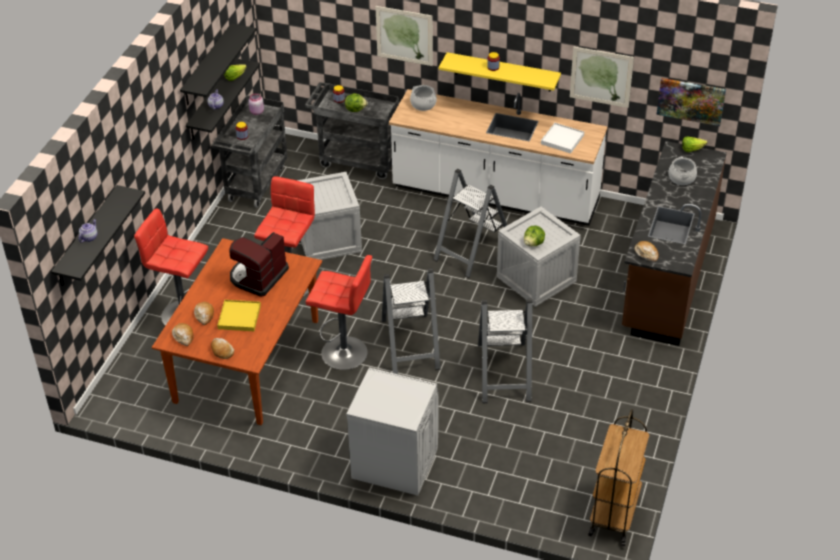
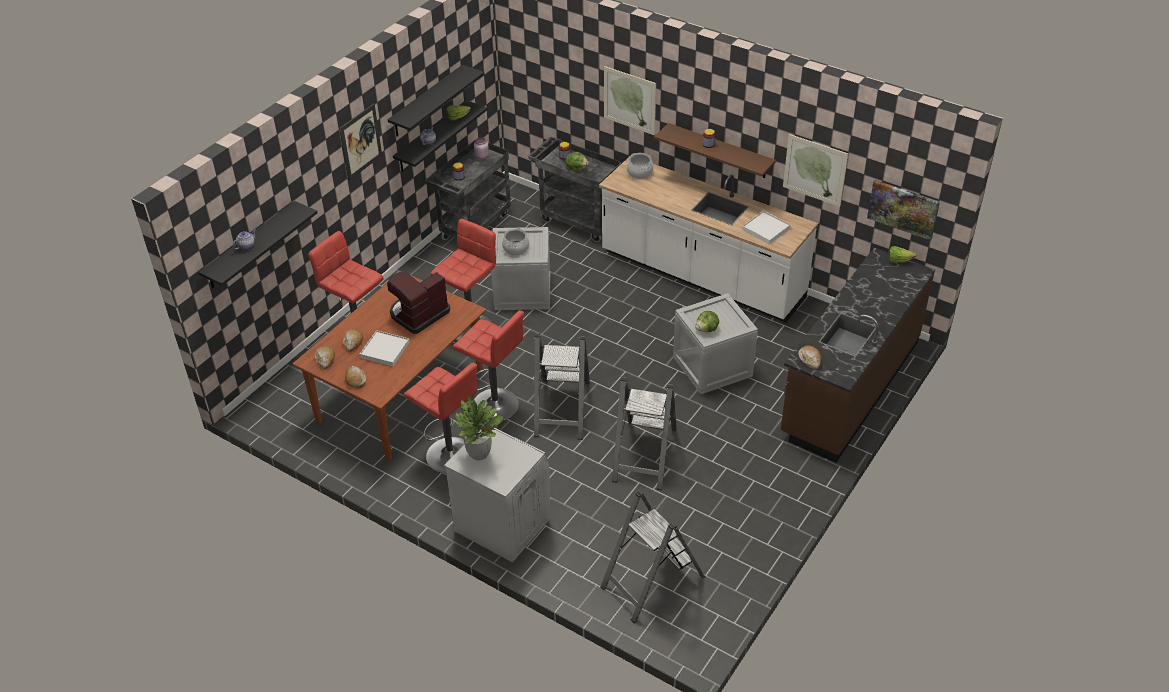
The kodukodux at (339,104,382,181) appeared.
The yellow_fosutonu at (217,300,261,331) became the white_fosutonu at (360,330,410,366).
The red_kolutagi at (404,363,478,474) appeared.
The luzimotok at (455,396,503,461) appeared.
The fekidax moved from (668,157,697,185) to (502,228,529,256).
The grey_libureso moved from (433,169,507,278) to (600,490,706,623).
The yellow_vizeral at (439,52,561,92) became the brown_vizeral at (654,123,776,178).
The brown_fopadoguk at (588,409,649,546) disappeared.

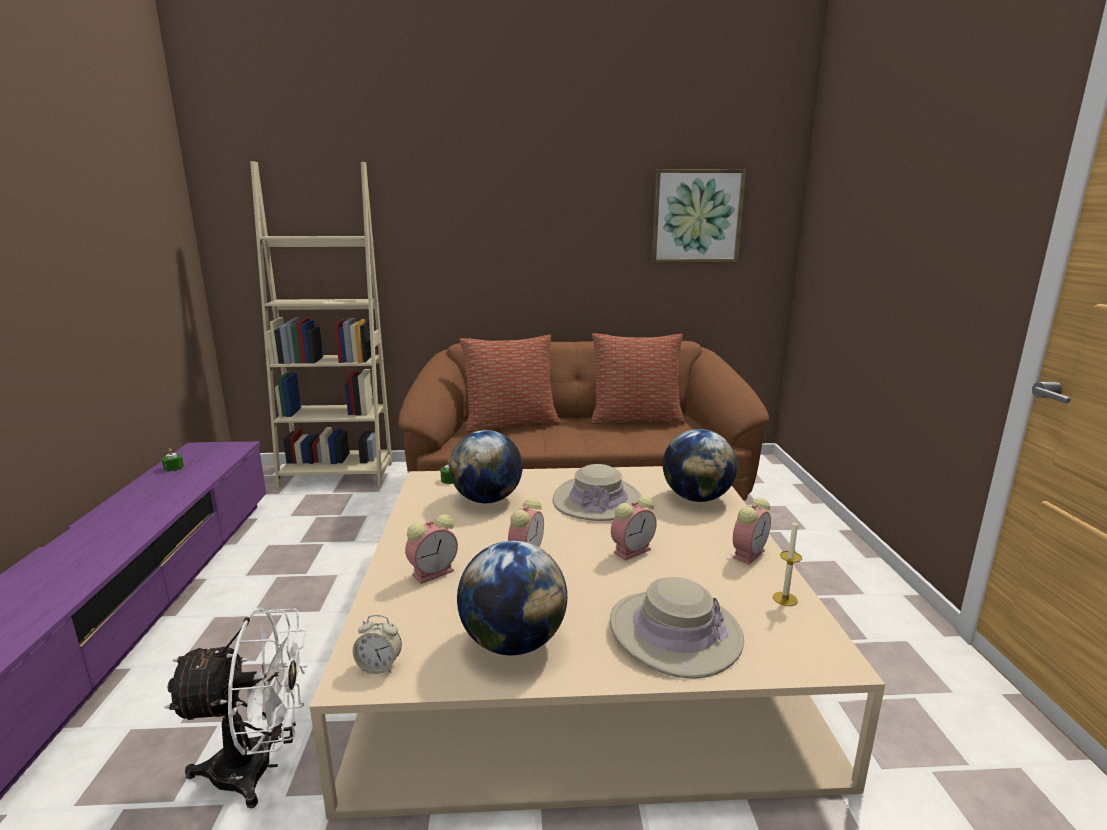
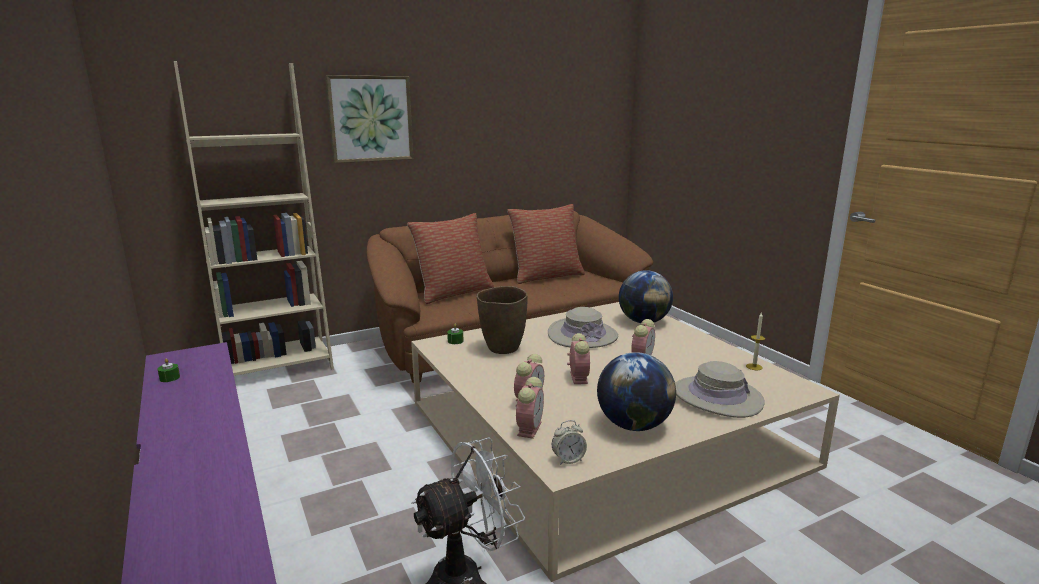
The kodukodux moved from (651,169,746,263) to (325,75,414,163).
The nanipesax at (449,430,523,503) was replaced by the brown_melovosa at (477,286,528,354).
The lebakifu moved from (733,498,771,565) to (516,377,544,439).

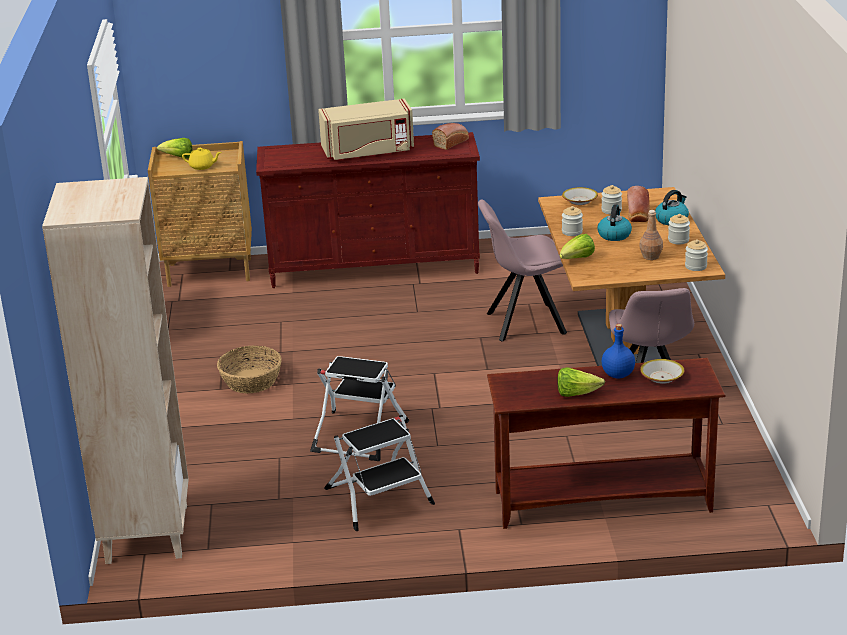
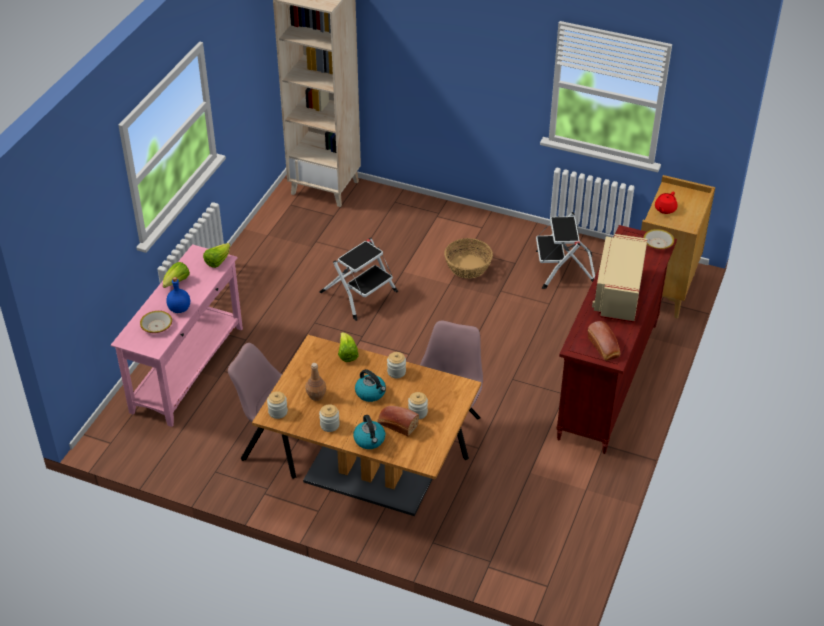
The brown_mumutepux at (487,358,725,529) became the pink_mumutepux at (111,244,243,427).
The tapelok moved from (157,138,193,159) to (203,243,230,268).
The libureso moved from (324,415,435,531) to (536,212,595,289).
The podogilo moved from (562,187,598,205) to (643,229,674,249).
The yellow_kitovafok at (182,148,221,170) became the red_kitovafok at (655,192,678,214).

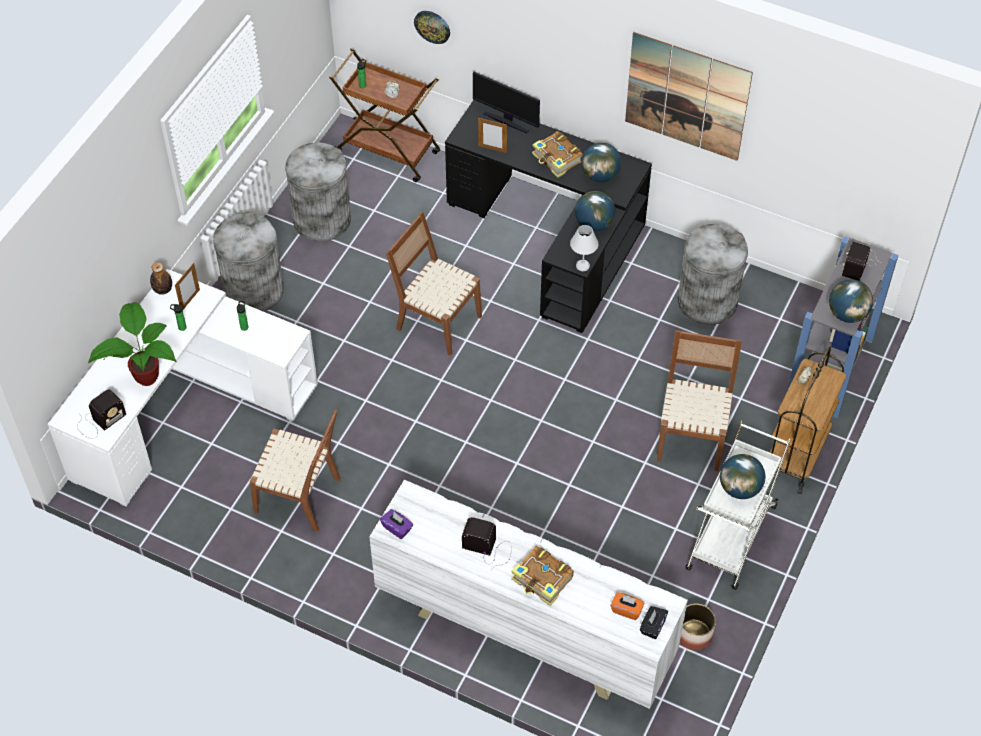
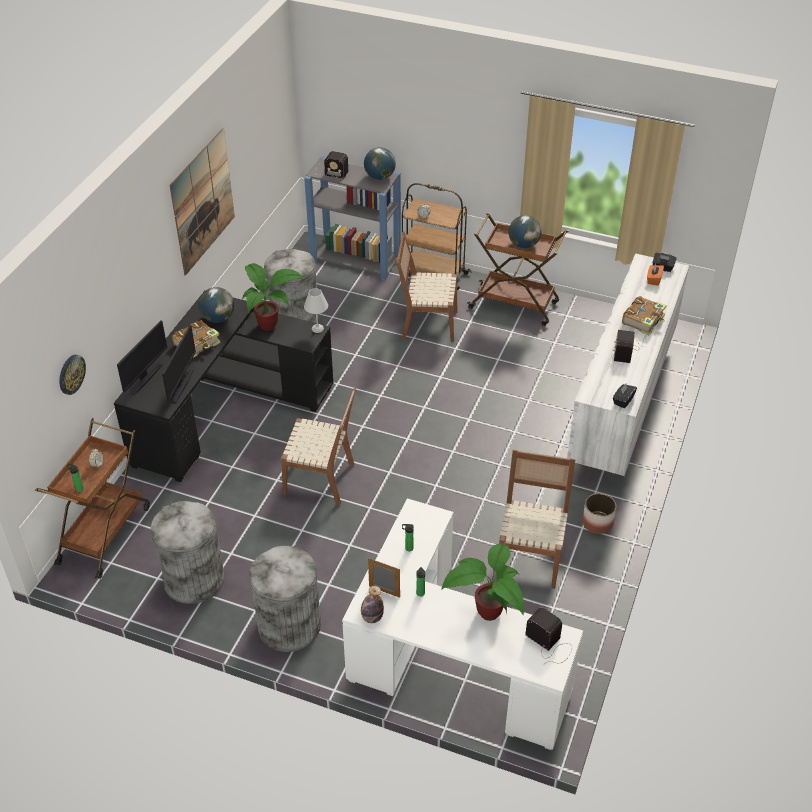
The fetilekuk at (478,118,507,153) was replaced by the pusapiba at (162,325,196,403).
The nanipesax at (575,191,615,232) was replaced by the luzimotok at (242,263,304,331).
The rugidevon at (386,212,482,356) turned 105 degrees counterclockwise.
The white_fopadoguk at (685,420,791,590) became the brown_fopadoguk at (466,213,569,326).
The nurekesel moved from (680,604,716,650) to (582,493,616,534).
The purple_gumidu at (380,509,413,539) became the black_gumidu at (613,384,637,408).

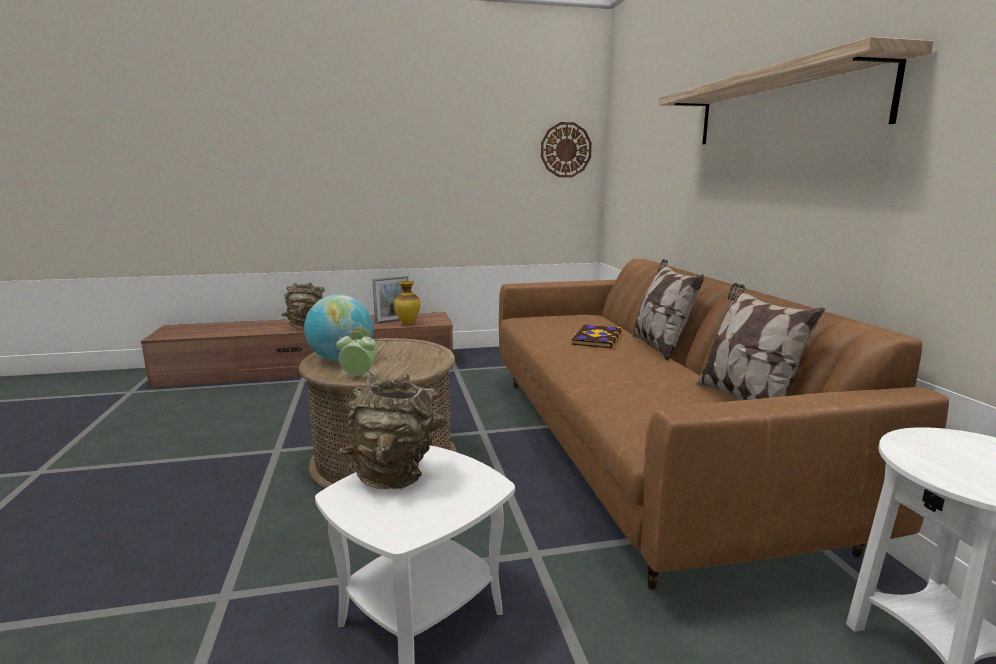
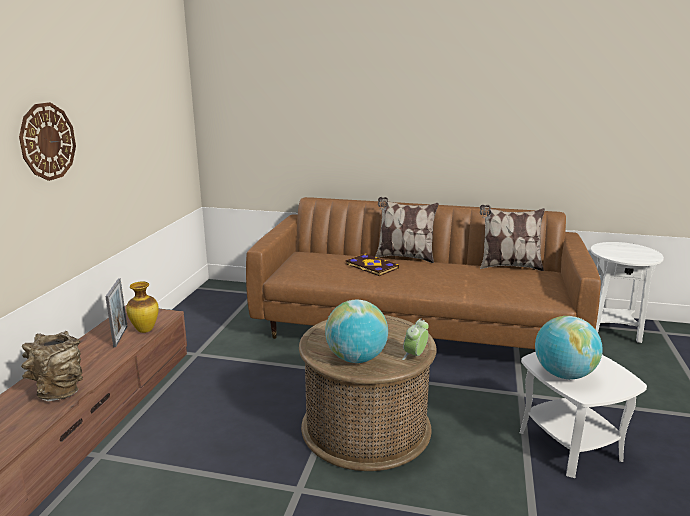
The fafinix moved from (541,122,592,177) to (19,102,76,181).
The brown_melovosa at (339,374,447,490) was replaced by the nanipesax at (535,316,602,379).
The vizeral at (658,37,934,144) disappeared.

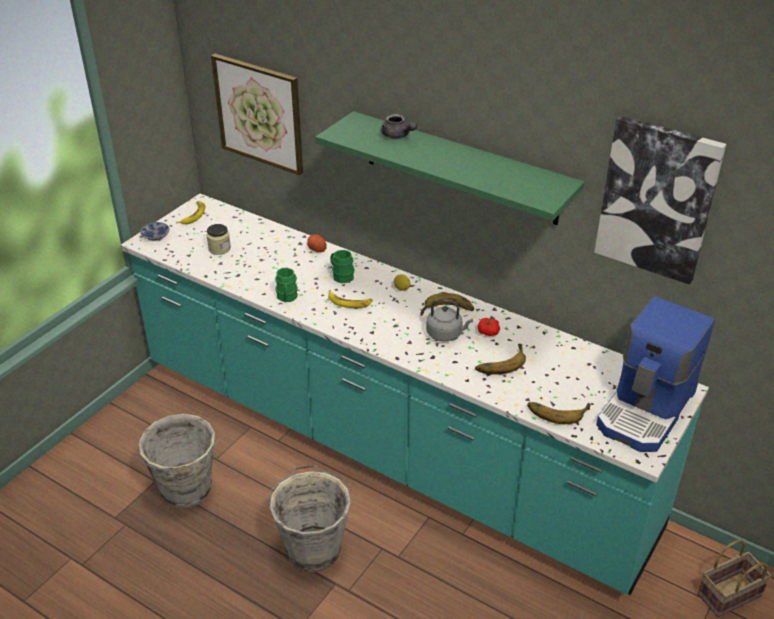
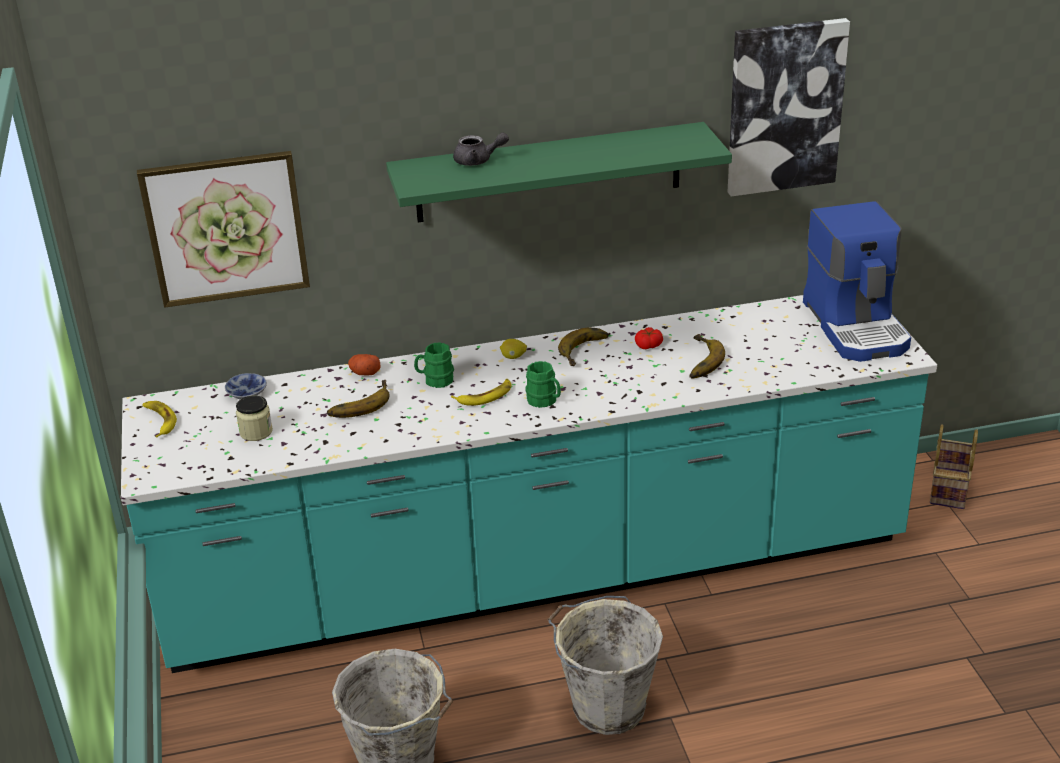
The podogilo moved from (140,222,170,241) to (225,373,267,400).
The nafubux moved from (527,402,591,424) to (327,380,390,418).
The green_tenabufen moved from (275,268,298,302) to (525,361,561,408).
The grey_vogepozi at (426,299,473,342) disappeared.

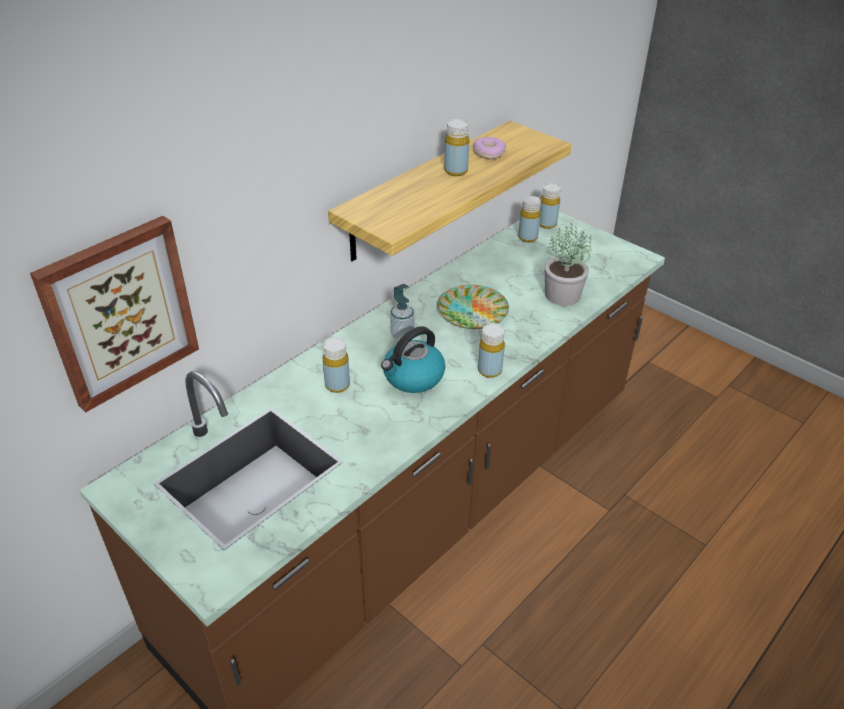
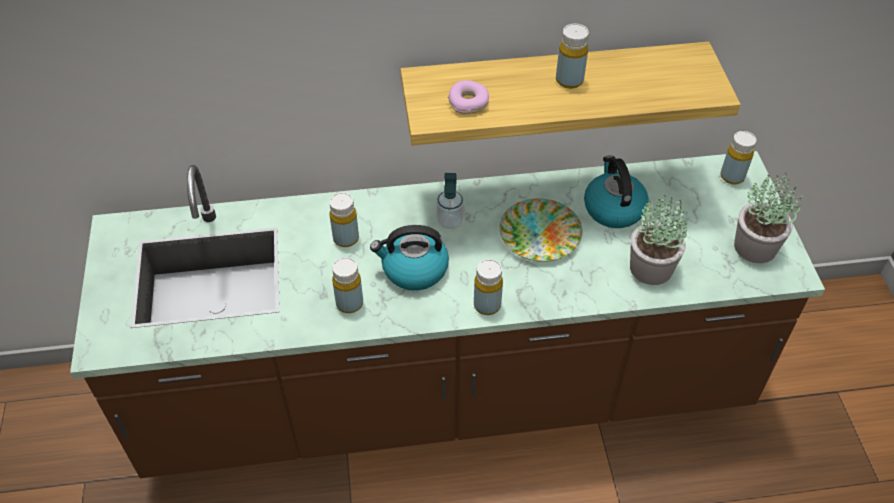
The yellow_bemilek moved from (518,196,541,242) to (332,257,363,313).
The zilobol moved from (473,137,506,159) to (448,80,489,114).
The vogepozi at (584,156,649,228) appeared.
The luzimotok at (734,173,802,263) appeared.
The kodukodux at (30,216,199,412) disappeared.

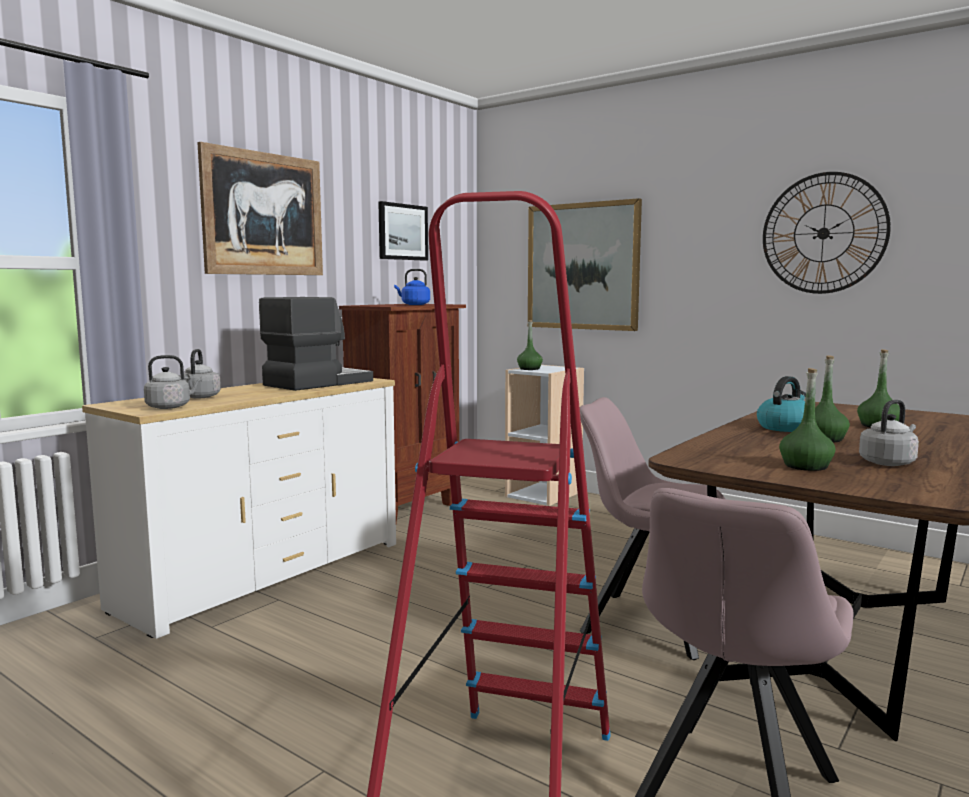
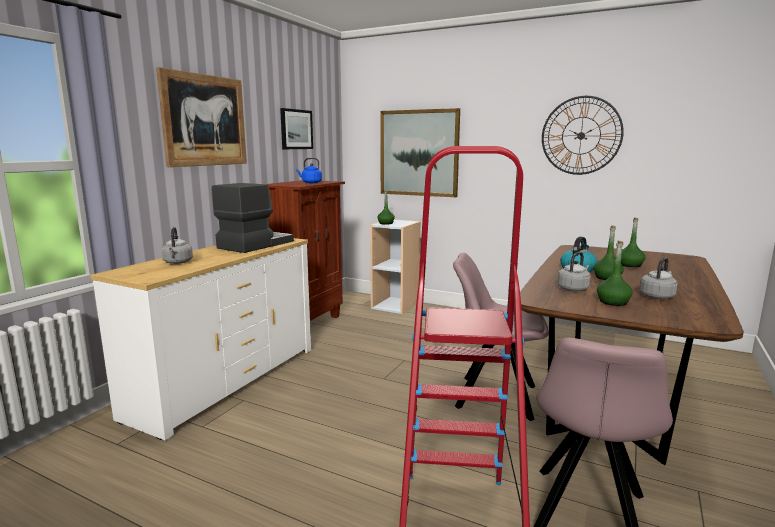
The grey_vogepozi moved from (144,355,202,409) to (557,252,591,291).

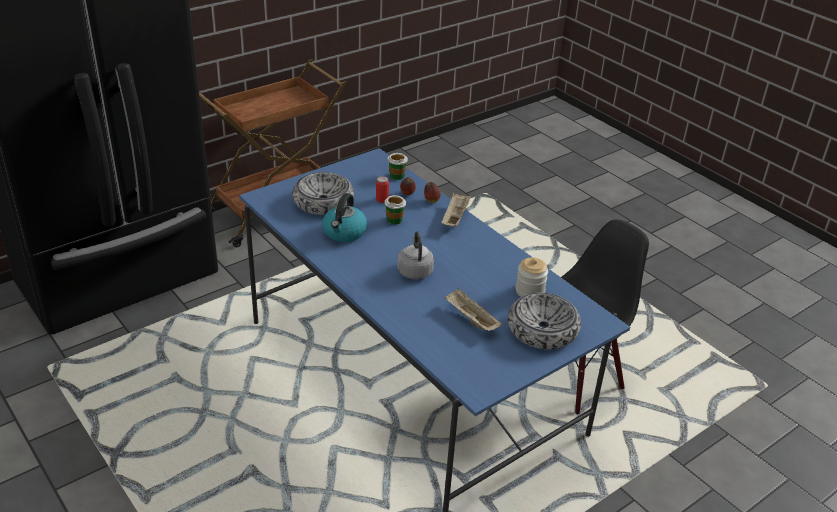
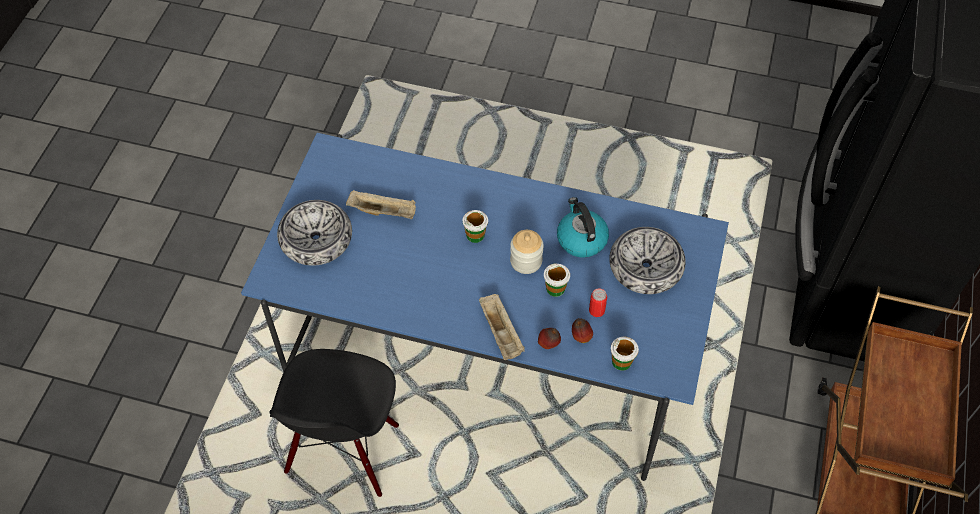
The grey_vogepozi at (398,231,434,279) was replaced by the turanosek at (463,210,488,243).
The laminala moved from (516,257,548,297) to (510,230,544,274).

